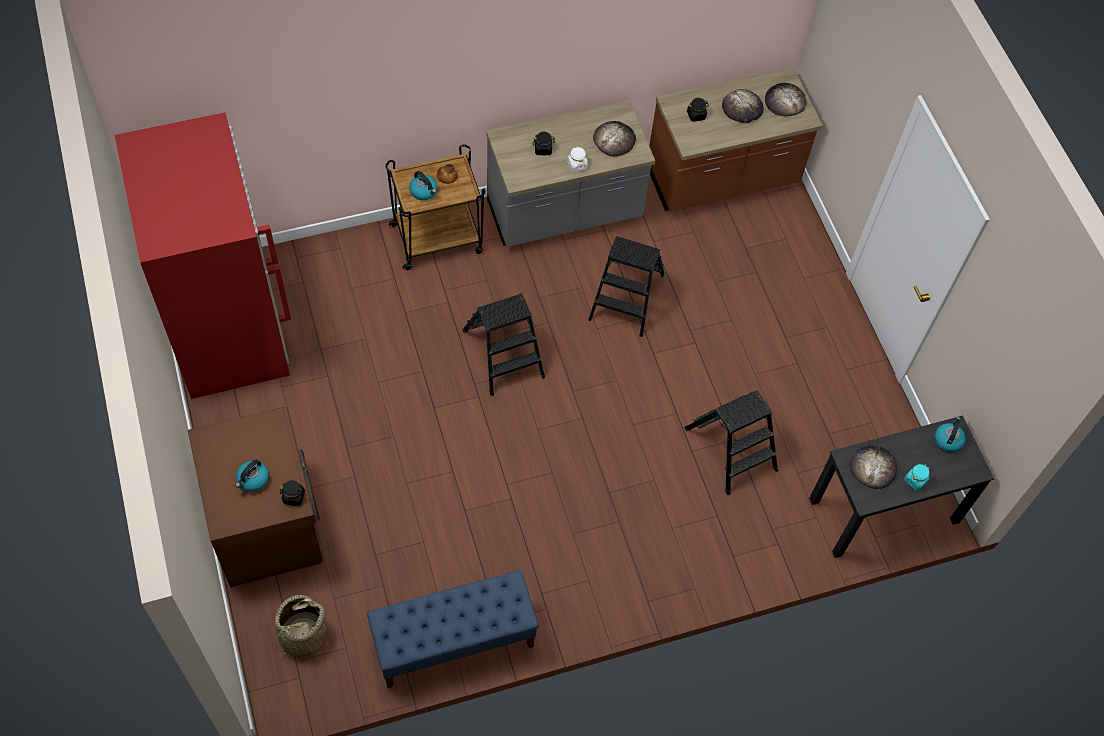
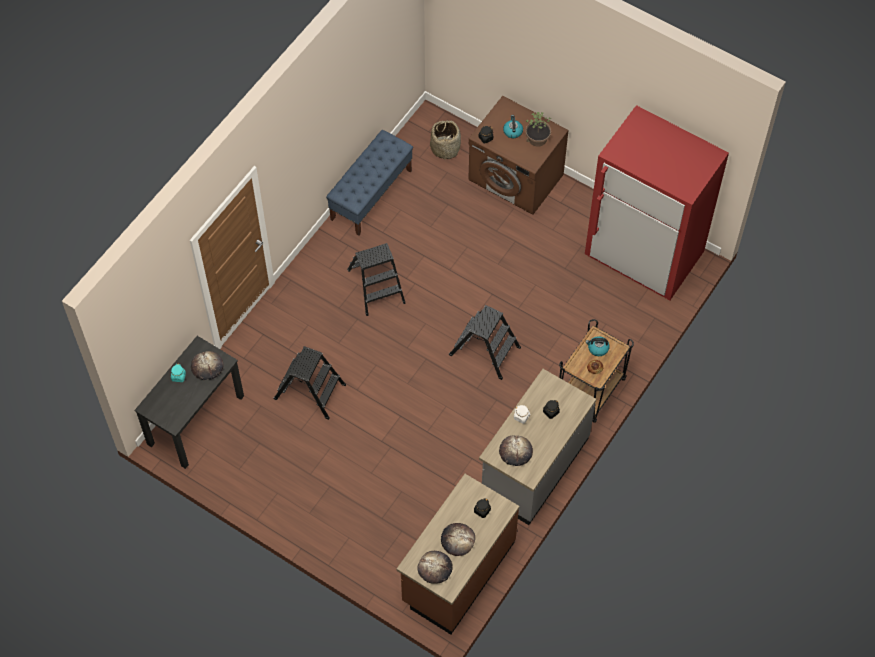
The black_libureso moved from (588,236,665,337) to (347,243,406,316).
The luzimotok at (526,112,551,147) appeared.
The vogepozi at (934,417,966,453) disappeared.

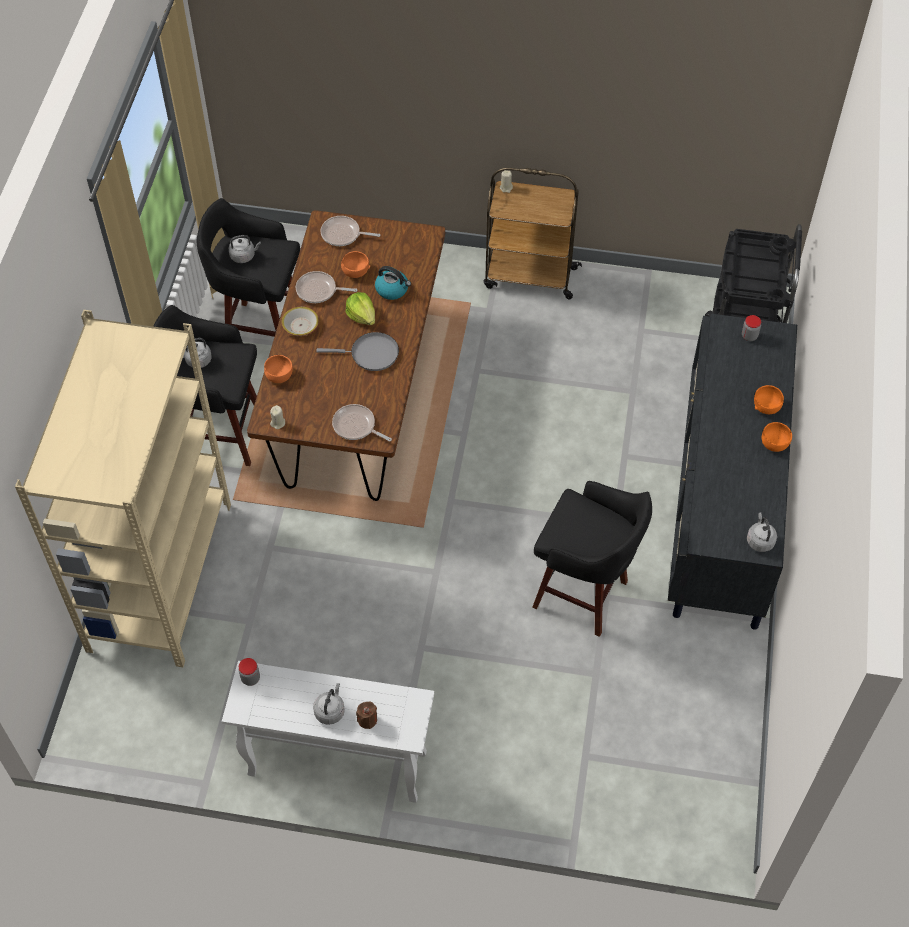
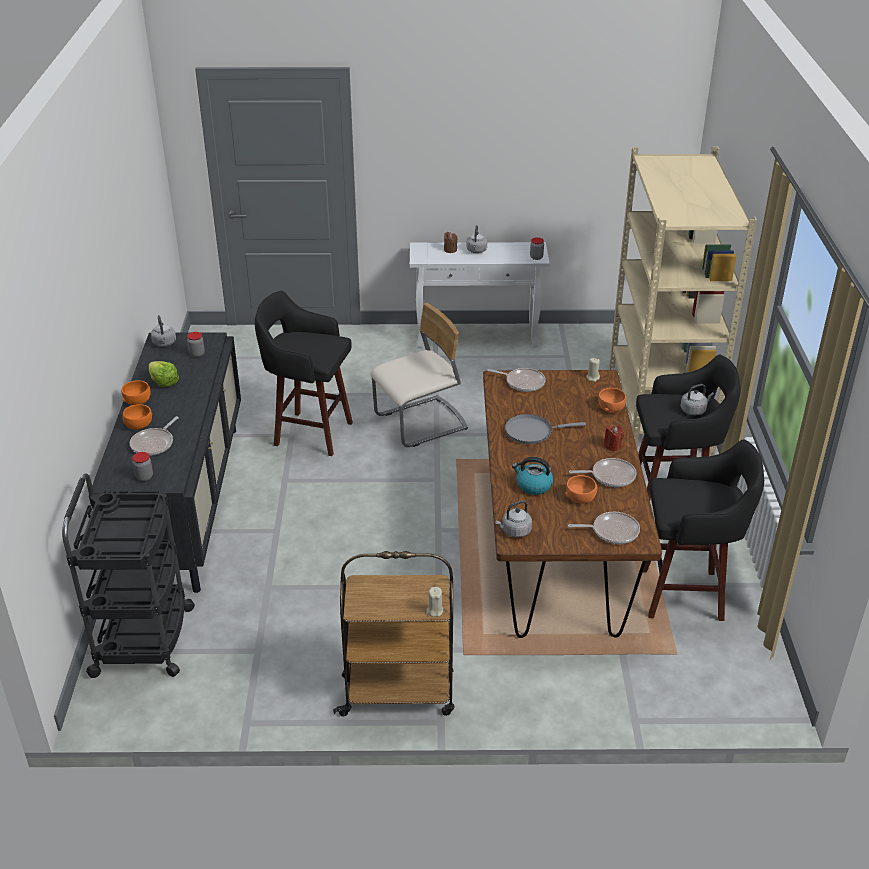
The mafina at (130,416,179,456) appeared.
The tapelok moved from (346,292,375,325) to (149,361,179,387).
The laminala at (187,332,205,357) appeared.
The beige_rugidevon at (370,303,468,447) appeared.
The grey_vogepozi moved from (229,235,261,263) to (495,500,532,538).
The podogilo at (281,307,319,336) was replaced by the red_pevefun at (604,425,624,451).

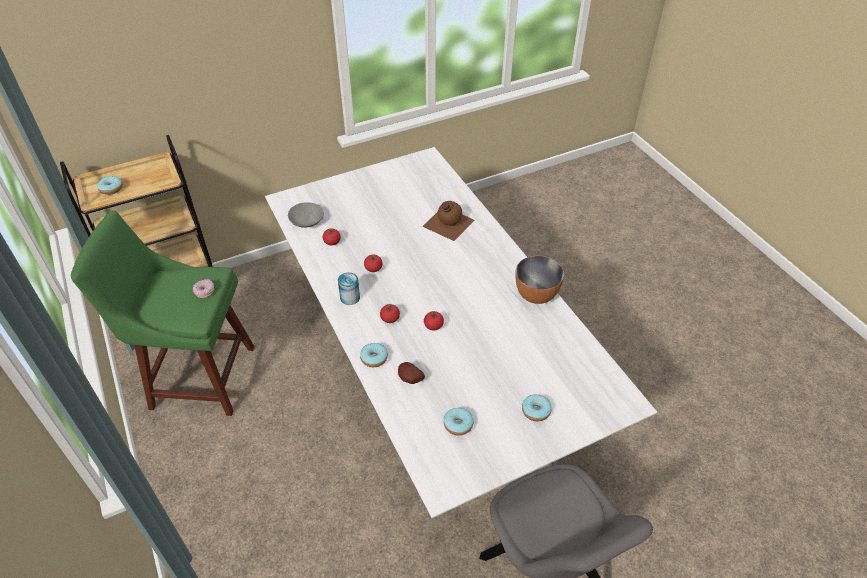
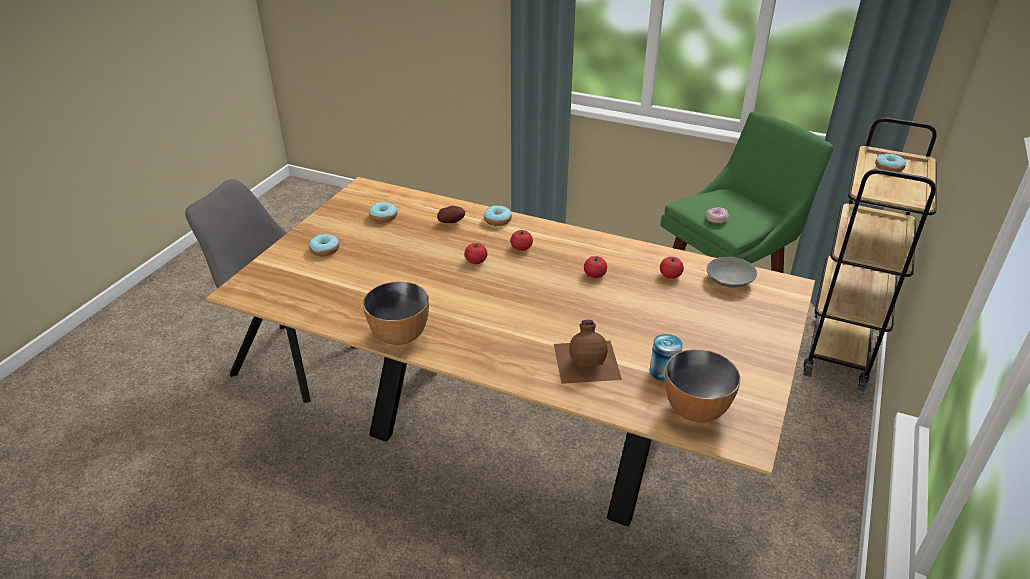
The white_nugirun at (265,147,657,518) became the brown_nugirun at (206,177,815,526).
The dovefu moved from (338,272,360,305) to (650,334,683,381).
The podogilo at (665,349,741,422) appeared.

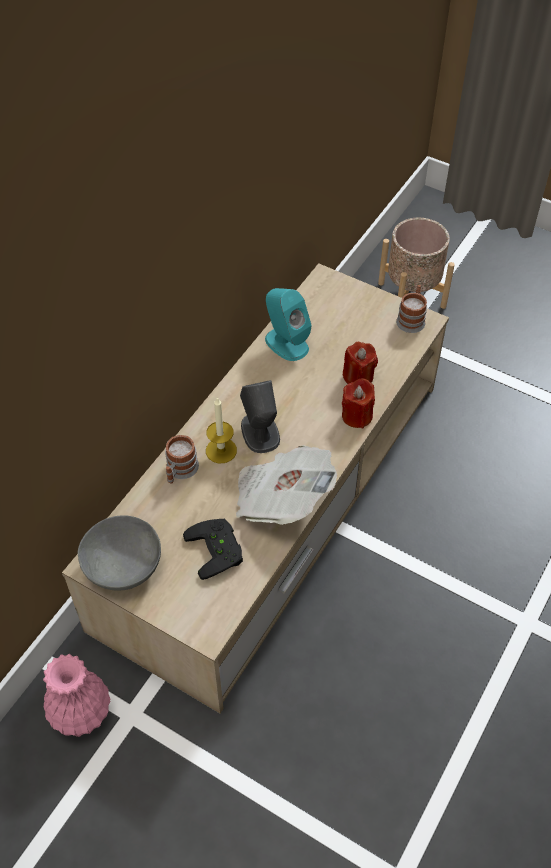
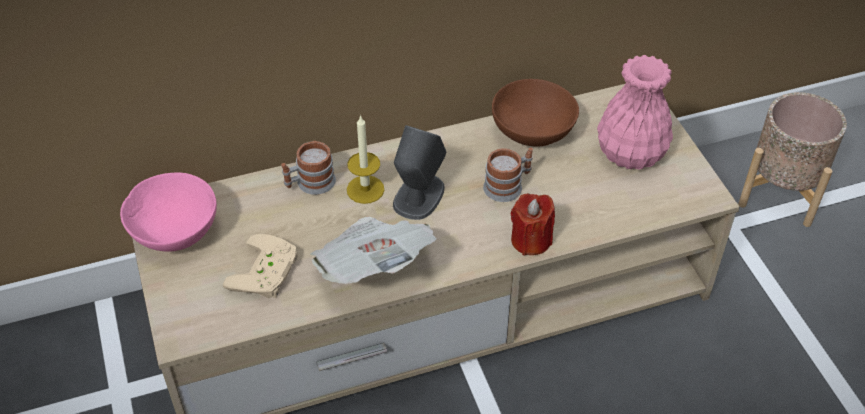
The grey_podogilo at (78,515,161,591) became the pink_podogilo at (120,172,217,252).
The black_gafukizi at (183,519,243,580) became the beige_gafukizi at (223,234,298,298).
The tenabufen moved from (396,285,427,333) to (483,147,533,202).
The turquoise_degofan at (265,288,312,361) was replaced by the brown_podogilo at (492,79,579,147).
The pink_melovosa moved from (43,654,110,737) to (597,55,673,170).
The red_pevefun at (343,342,378,384) disappeared.

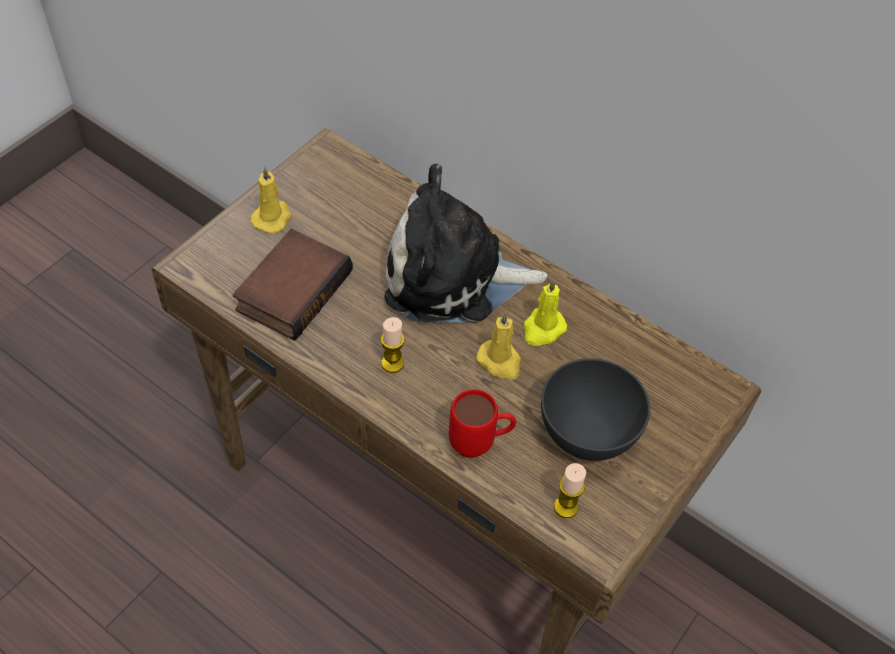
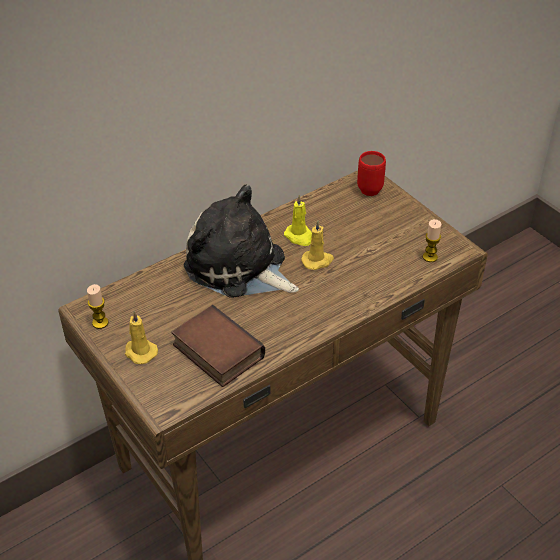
The pevefun moved from (381,317,404,373) to (87,284,108,329).
The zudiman at (385,164,547,323) turned 105 degrees clockwise.
The red_tenabufen moved from (449,389,516,458) to (357,151,386,196).
The grey_podogilo at (541,358,650,461) disappeared.

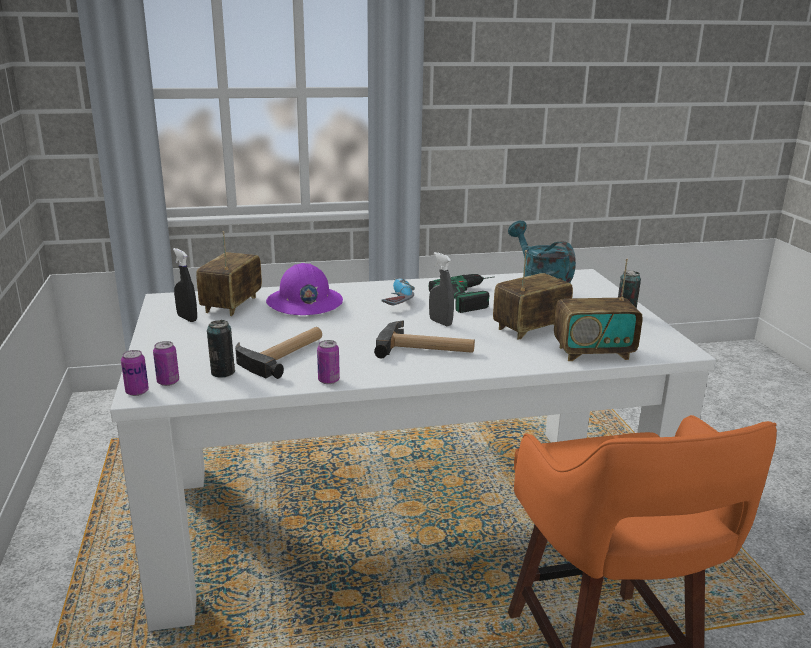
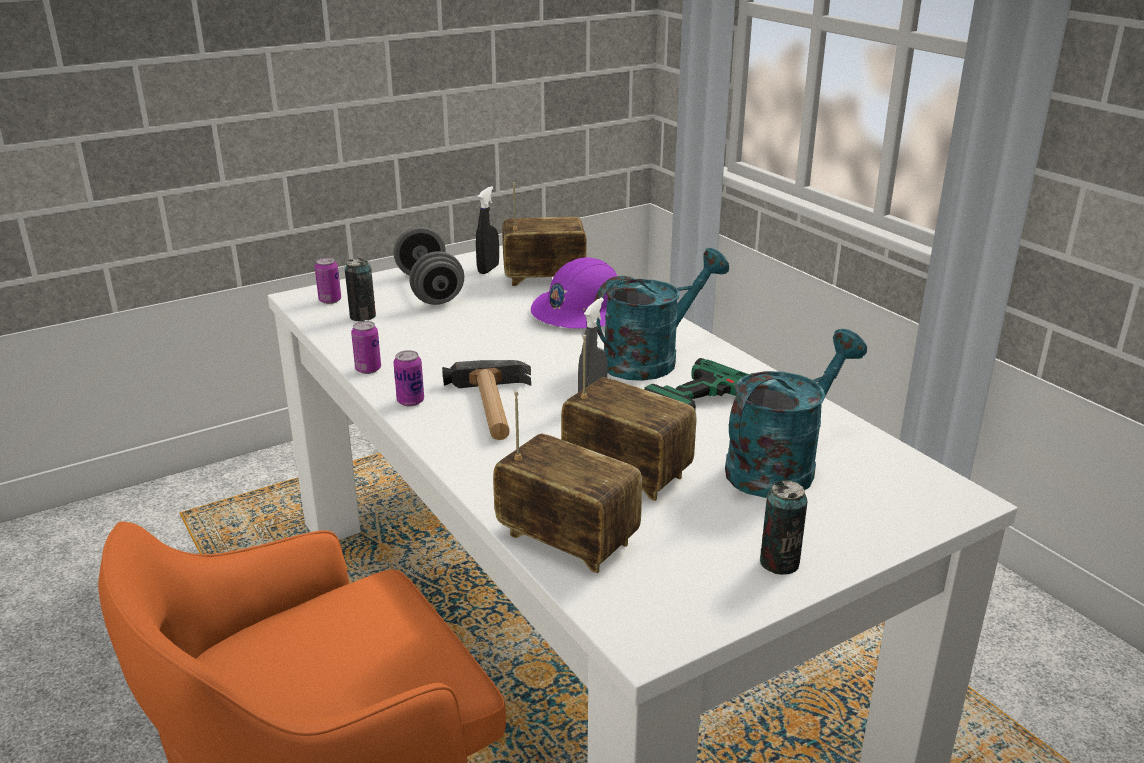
The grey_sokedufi at (394,227,464,305) appeared.
The dovefu moved from (121,350,149,396) to (394,350,424,407).
The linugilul at (554,259,643,361) turned 150 degrees clockwise.
The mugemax at (382,278,415,305) was replaced by the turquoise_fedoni at (594,248,729,381).
The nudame at (235,327,322,379) disappeared.

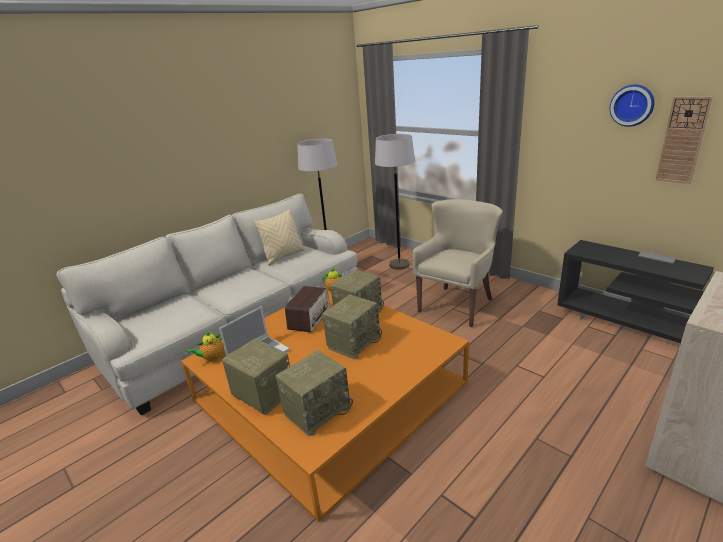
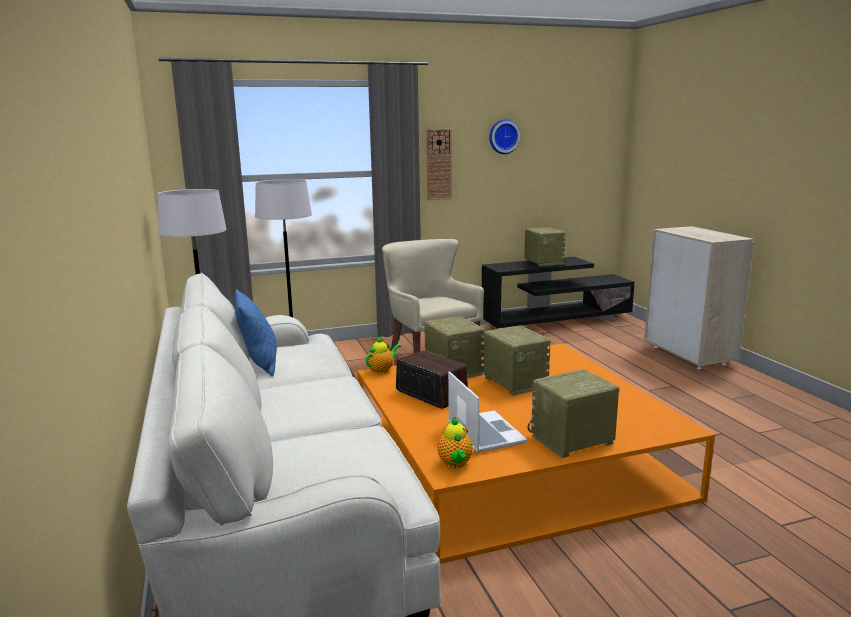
The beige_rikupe at (253,209,305,266) became the blue_rikupe at (234,289,277,377).
The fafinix moved from (656,96,713,184) to (426,129,452,200).
The linugilul moved from (276,350,353,437) to (525,227,566,266).

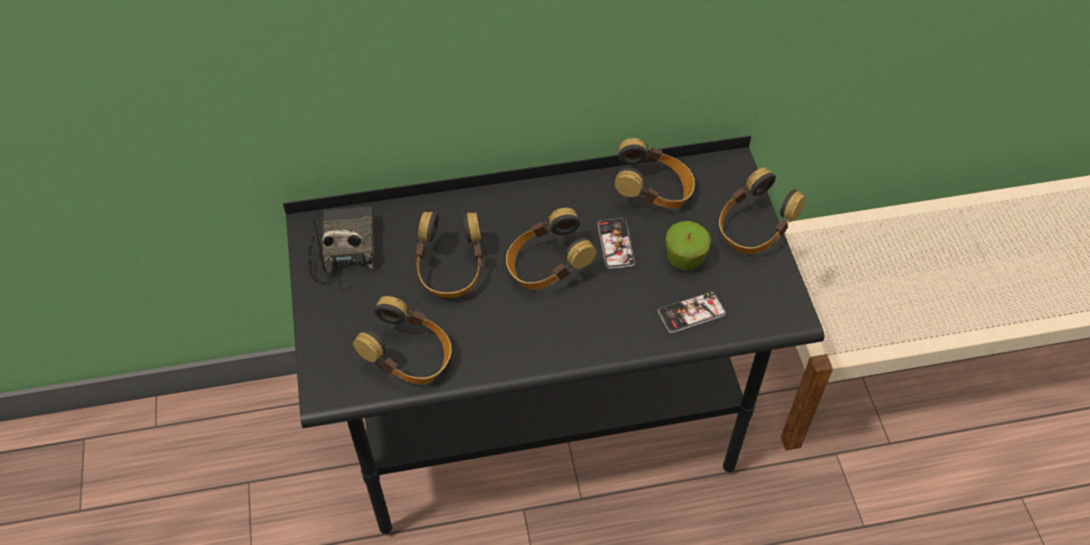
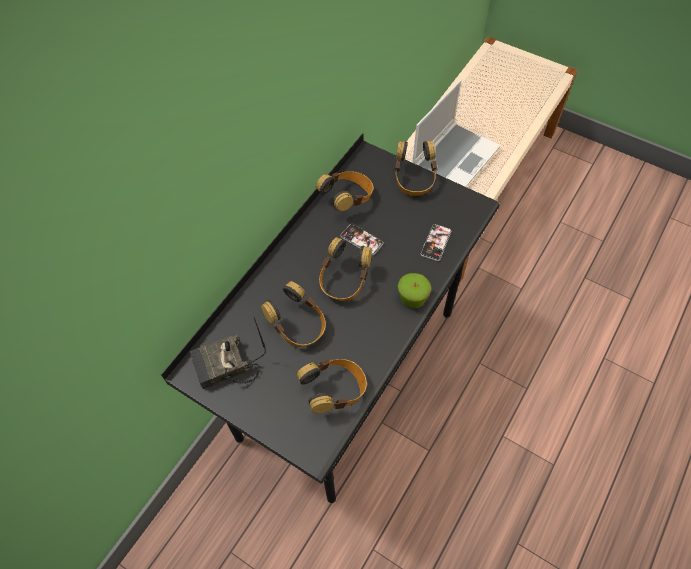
The linugilul at (308,206,375,283) turned 60 degrees counterclockwise.
The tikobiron moved from (665,221,711,270) to (398,273,432,308).
The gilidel at (412,80,500,187) appeared.

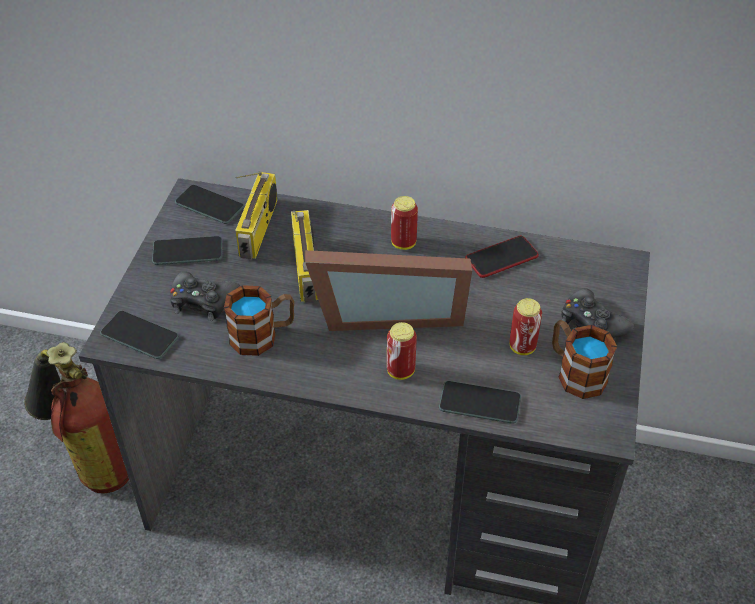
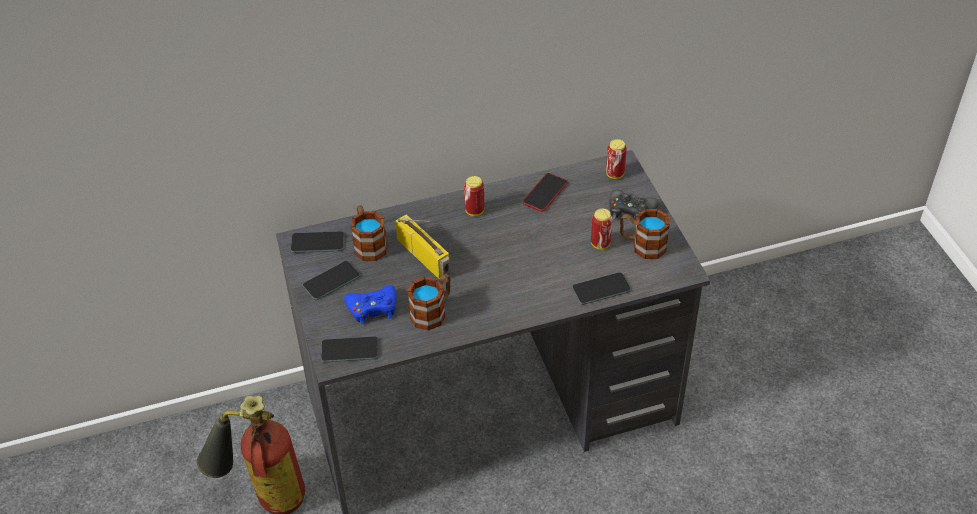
The black_gafukizi at (170,271,240,321) became the blue_gafukizi at (344,285,397,325).
The linugilul at (235,171,278,259) was replaced by the tenabufen at (351,205,387,261).
The dovefu moved from (387,322,417,380) to (606,139,627,179).
The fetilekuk at (305,250,472,331) disappeared.

